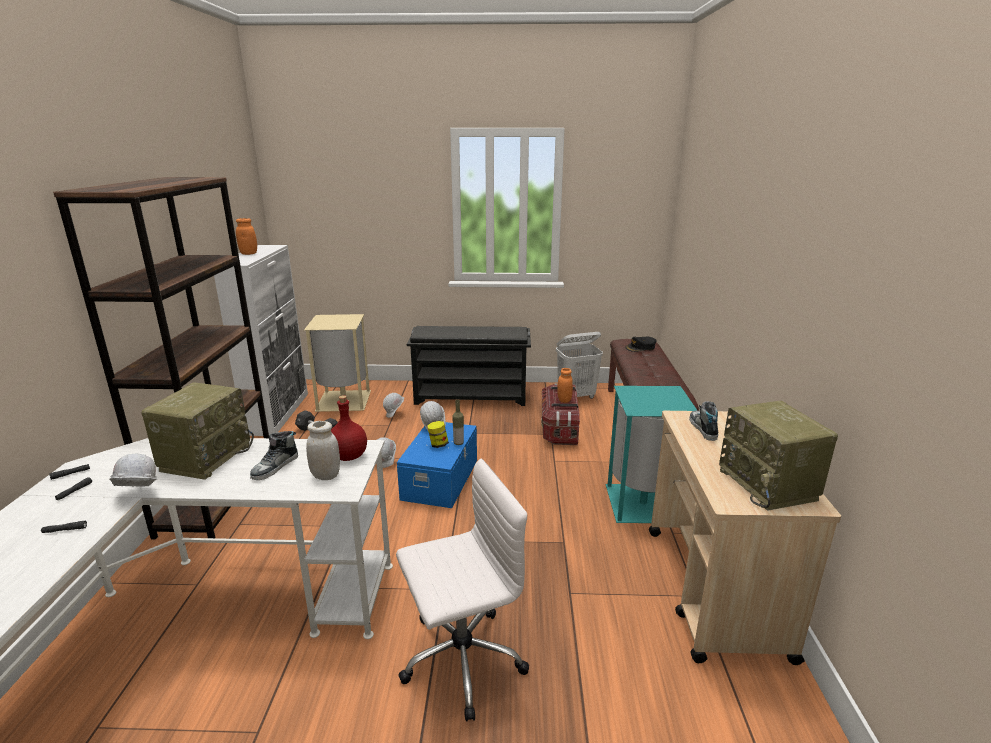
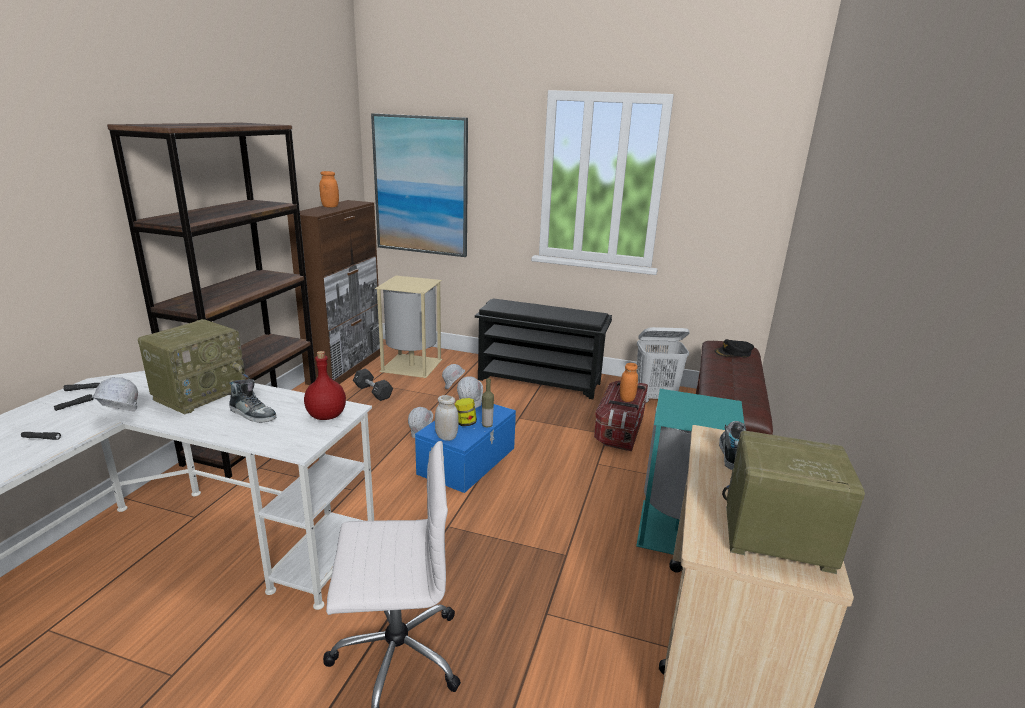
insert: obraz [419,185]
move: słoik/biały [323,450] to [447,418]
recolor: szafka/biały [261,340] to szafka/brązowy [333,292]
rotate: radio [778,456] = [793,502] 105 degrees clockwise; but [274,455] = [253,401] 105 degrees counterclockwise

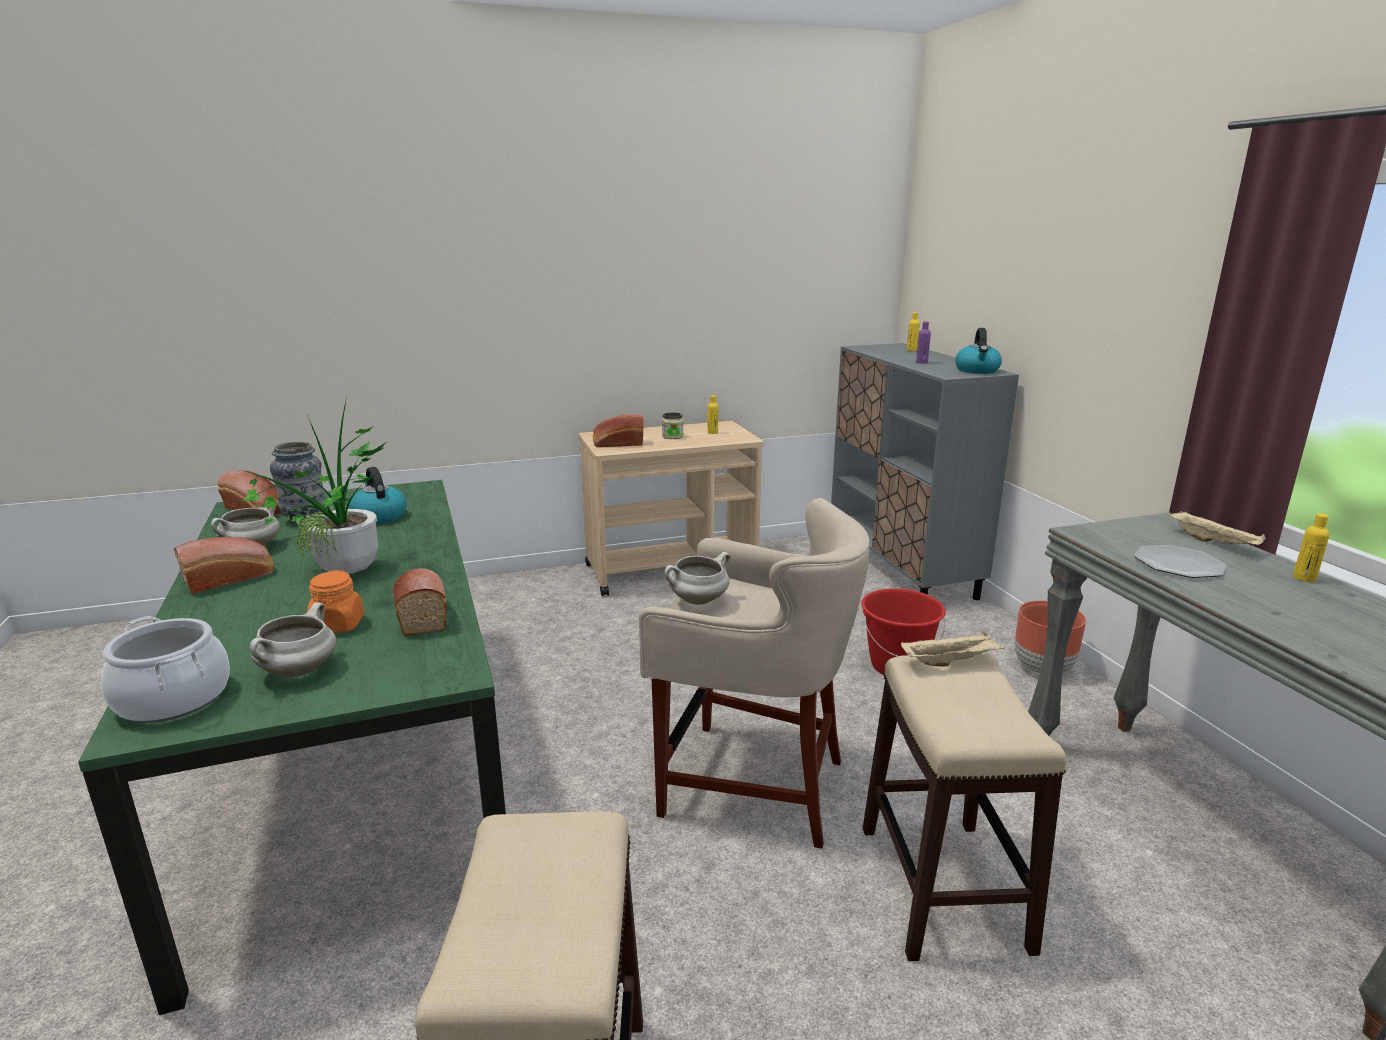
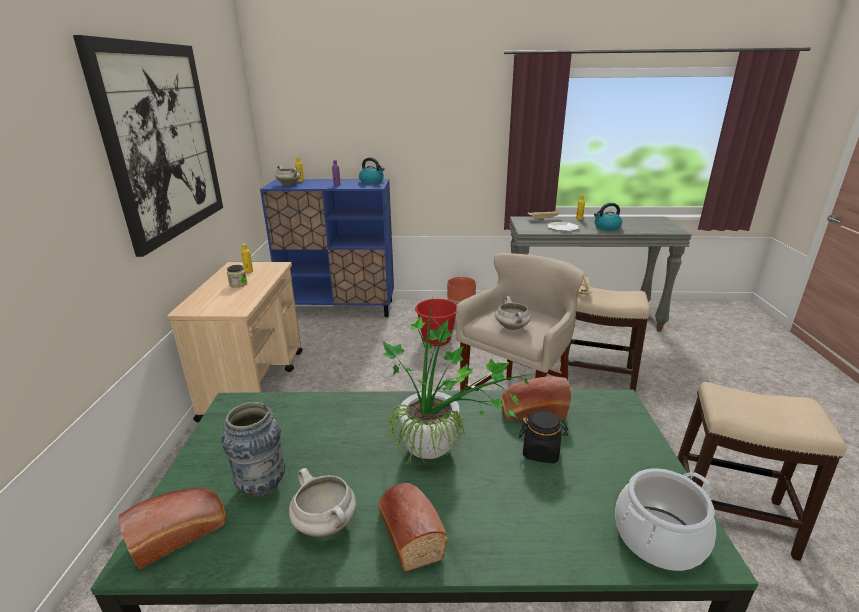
delete: chleb [618,430]
insert: obraz [148,146]
move: czajnik [378,495] to [608,217]; garnek/biały [293,639] to [287,175]
recolor: szafka/szary [925,471] to szafka/niebieski [327,248]; słoik/pomarańczowy [335,601] to słoik/czarny [543,436]

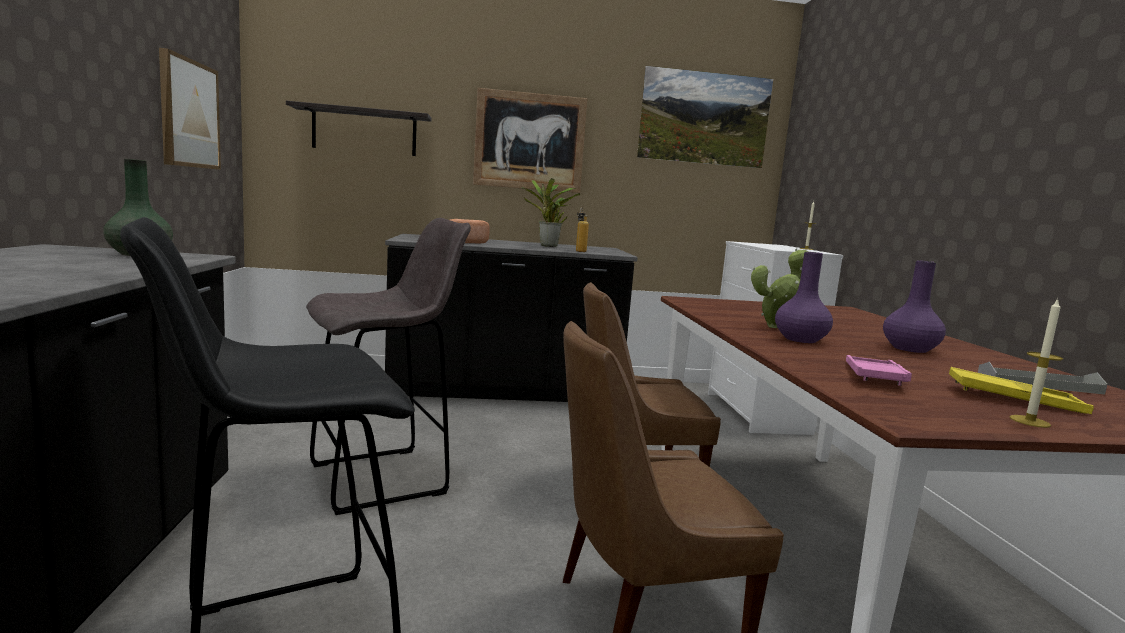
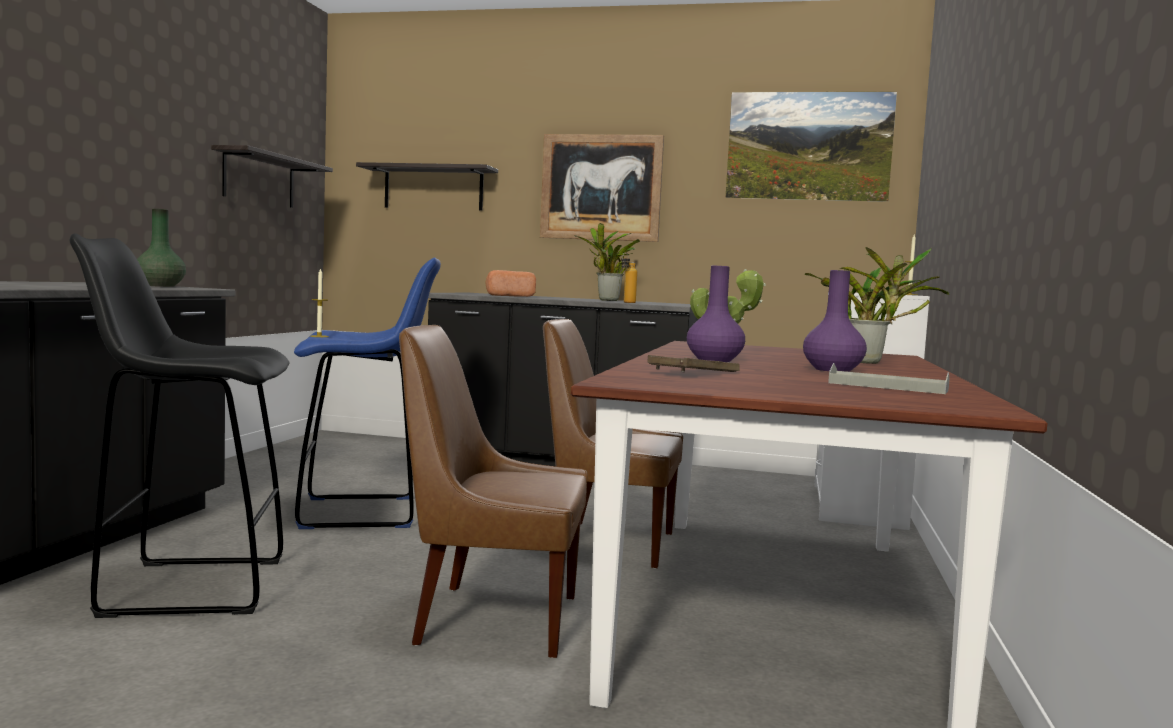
delete: taca/żółty [1021,390]
insert: roślina doniczkowa [877,305]
move: świeca [1036,363] to [319,302]
replace: obraz [190,109] to półka [272,176]
recolor: stołek/szary [388,366] to stołek/niebieski [367,393]; taca/różowy [879,370] to taca/brązowy [693,363]

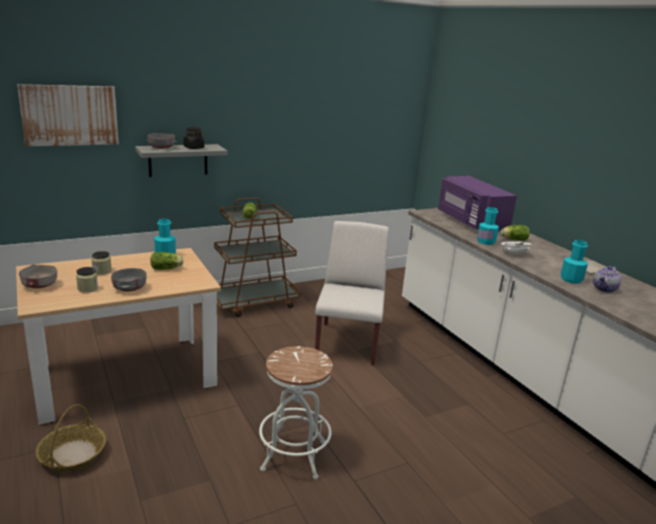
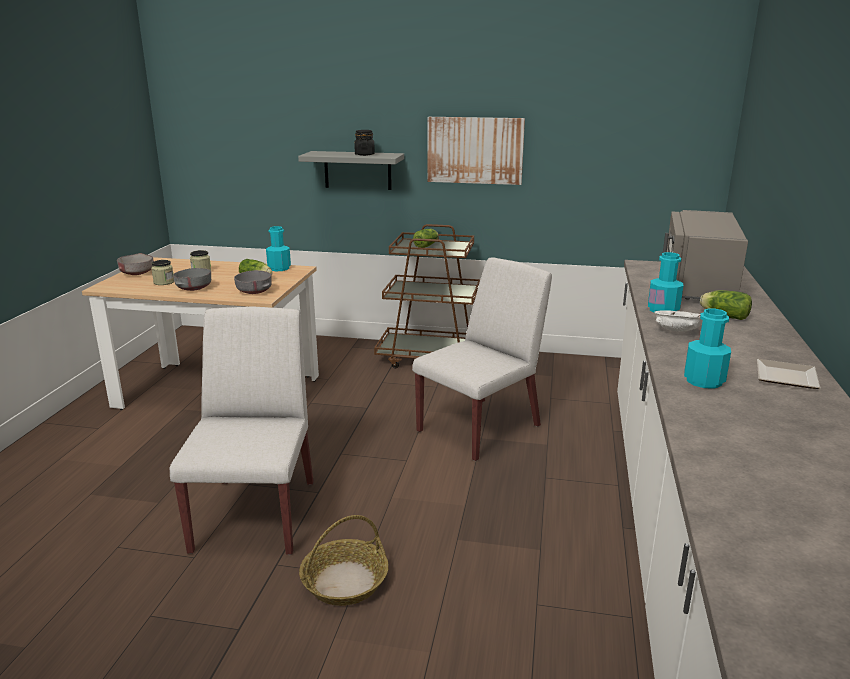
delete: imbryk [607,279]
move: obraz [68,115] to [476,151]; miska/szary [162,141] to [253,282]; koszyk [71,438] to [344,560]
replace: stołek/biały [296,412] to krzesło/biały [242,431]
recolor: mikrofalówka/fioletowy [477,203] to mikrofalówka/szary [705,254]

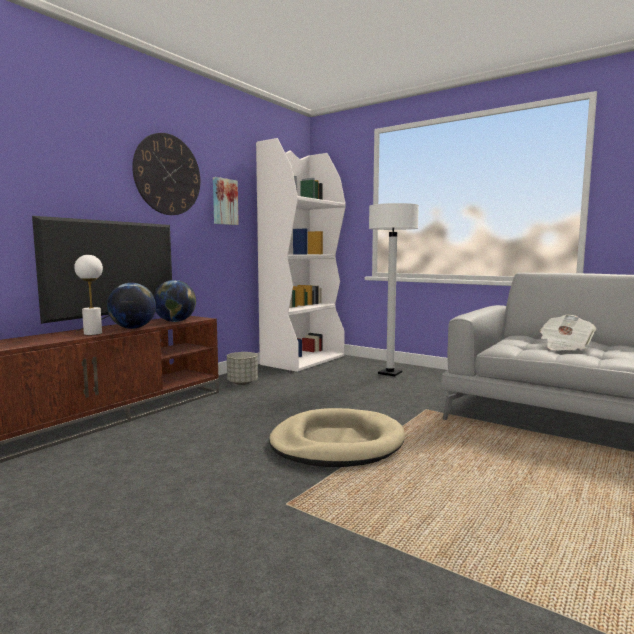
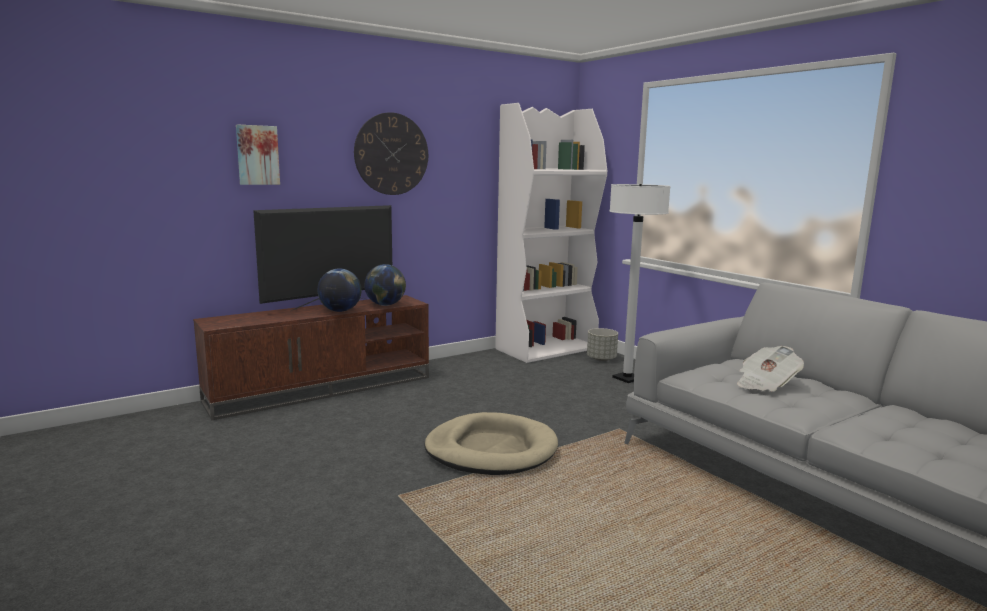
delete: lampa stołowa/biały [88,295]
move: obraz [226,201] to [258,154]; donica/szary [242,368] to [602,344]

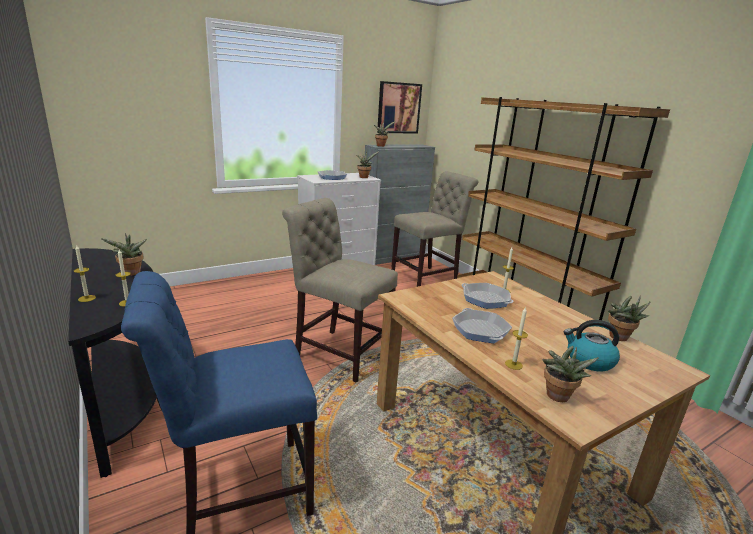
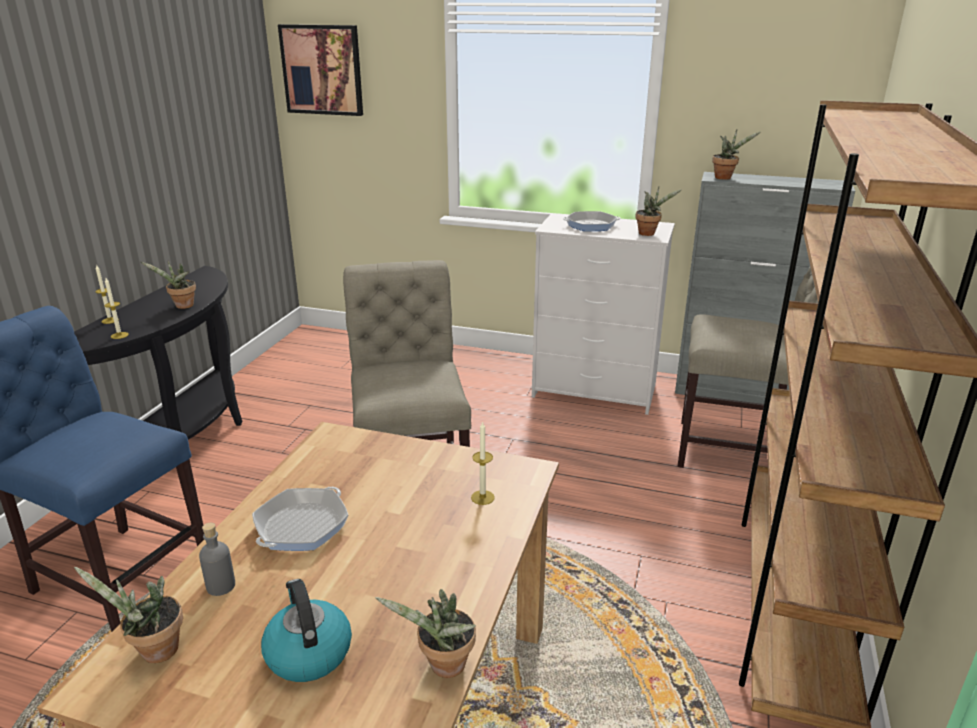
delete: patelnia [488,296]
move: obraz [399,107] to [320,70]
replace: świeca [516,338] to butelka/szary [217,559]

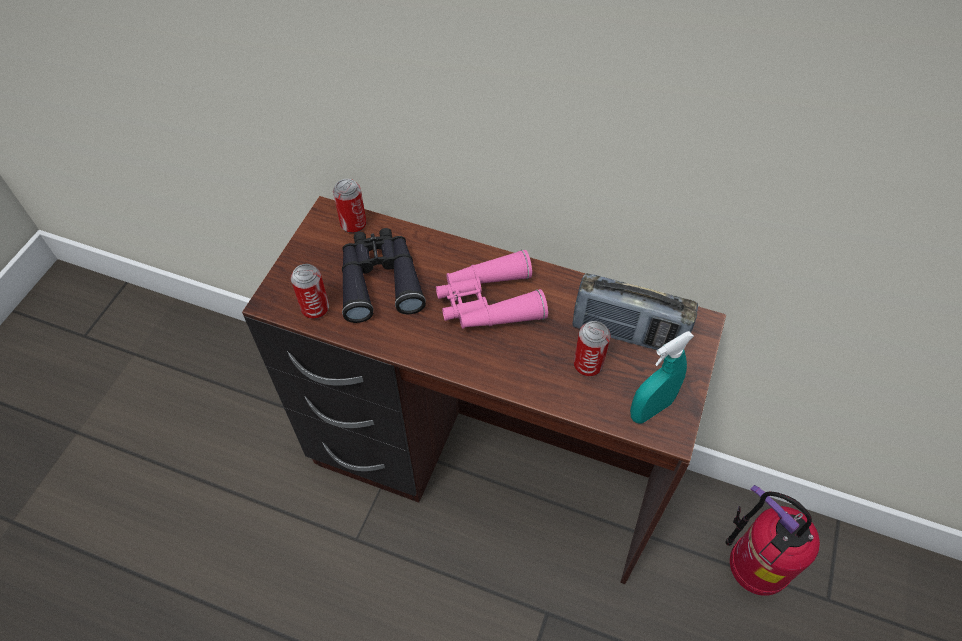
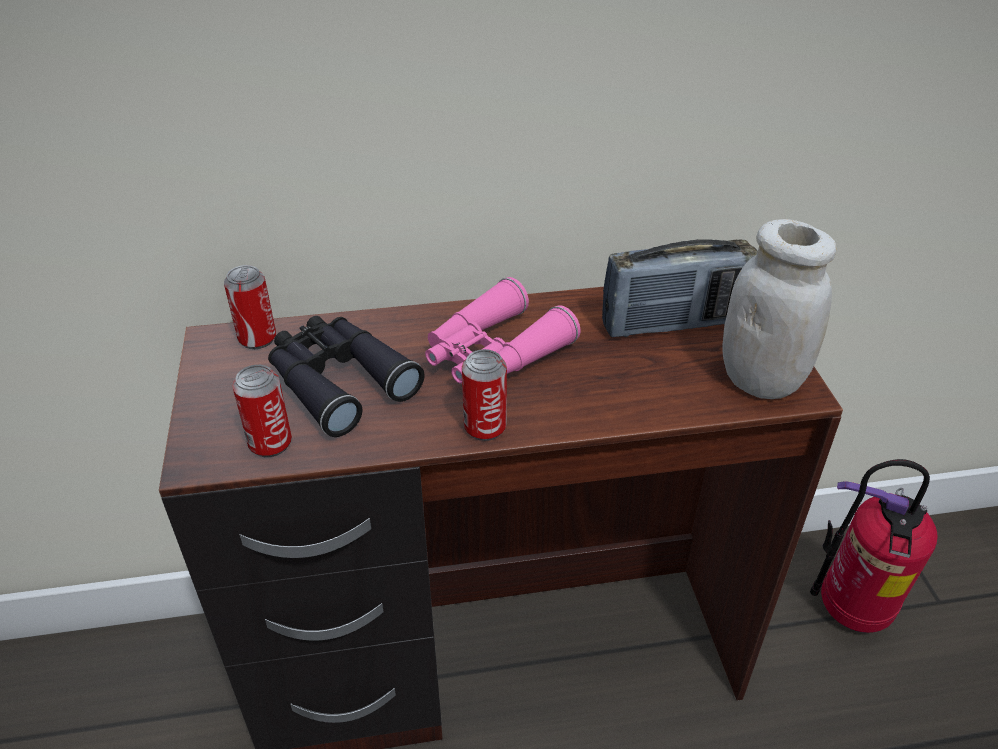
move: puszka [592,348] to [484,395]
replace: spryskiwacz/turkusowy [662,377] to słoik/biały [779,309]

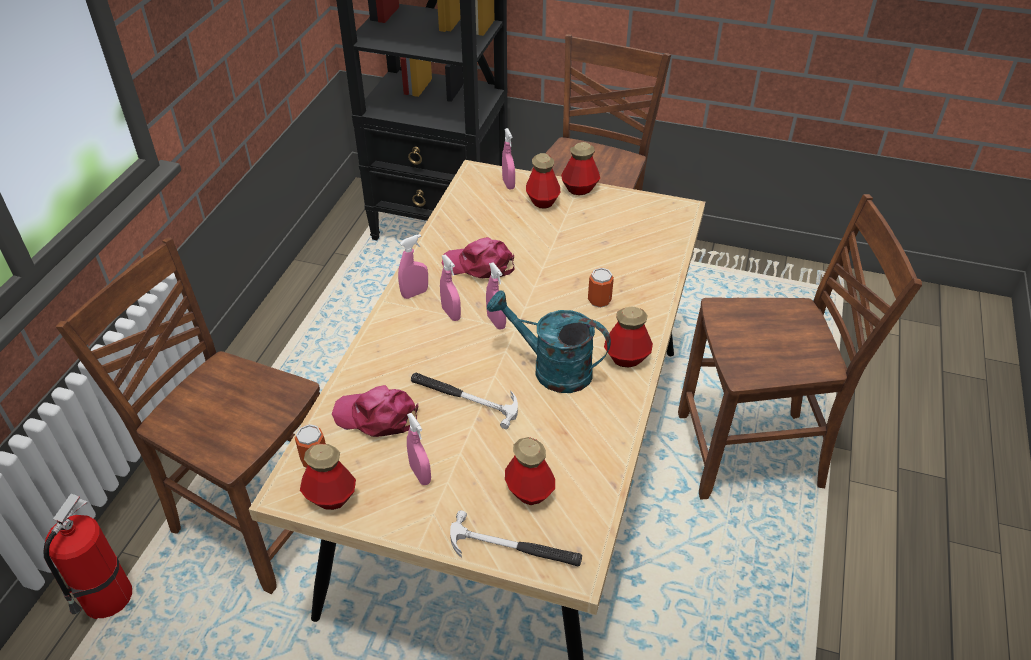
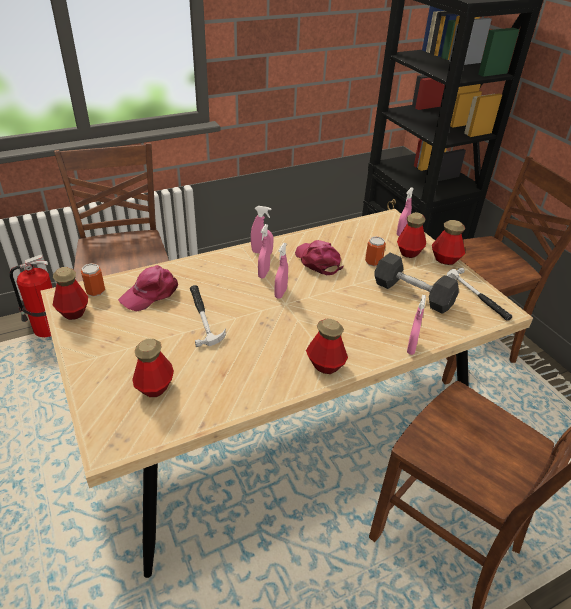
delete: konewka/turkusowy [549,341]
insert: hantel/szary [416,283]
move: puszka [601,288] to [375,251]; spryskiwacz/różowy [419,449] to [416,325]; młotek [516,538] to [479,294]
rotate: czapka z daszkiem/różowy [375,411] = [148,288] 105 degrees counterclockwise

